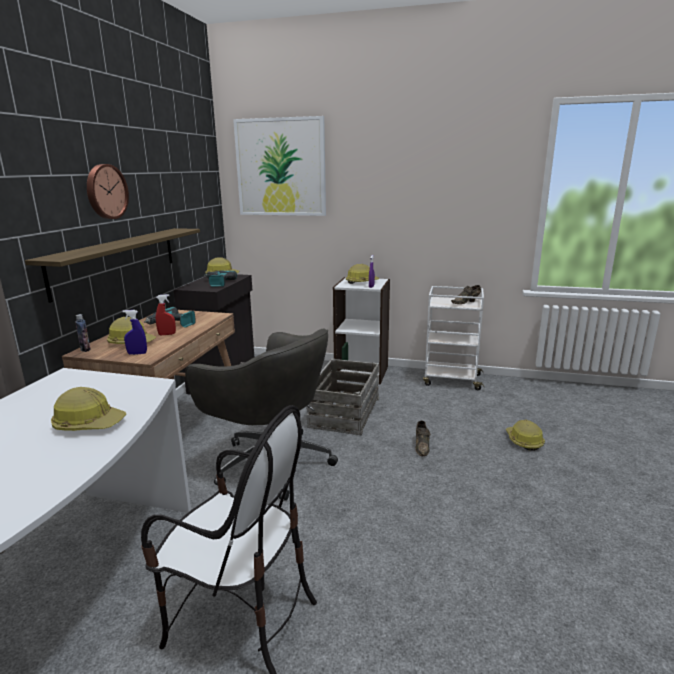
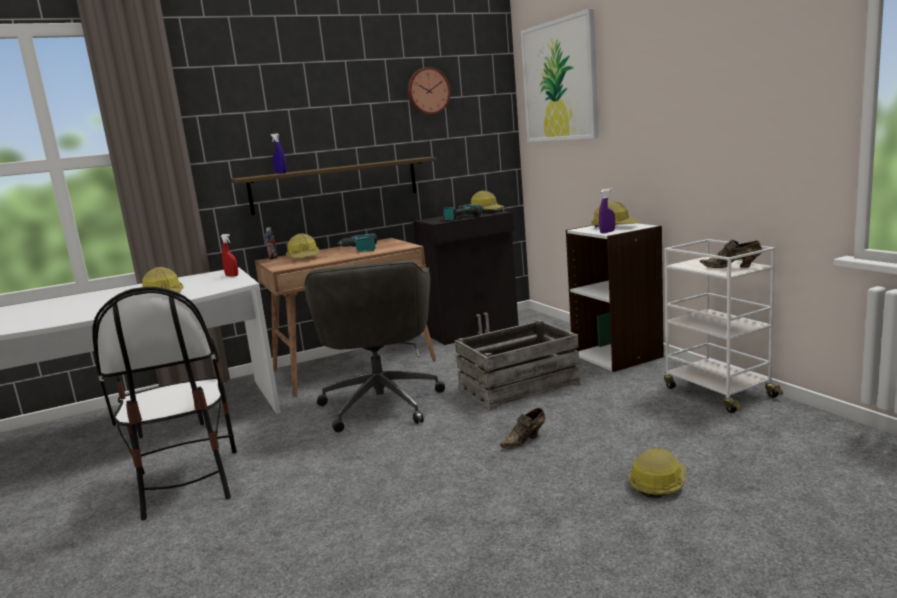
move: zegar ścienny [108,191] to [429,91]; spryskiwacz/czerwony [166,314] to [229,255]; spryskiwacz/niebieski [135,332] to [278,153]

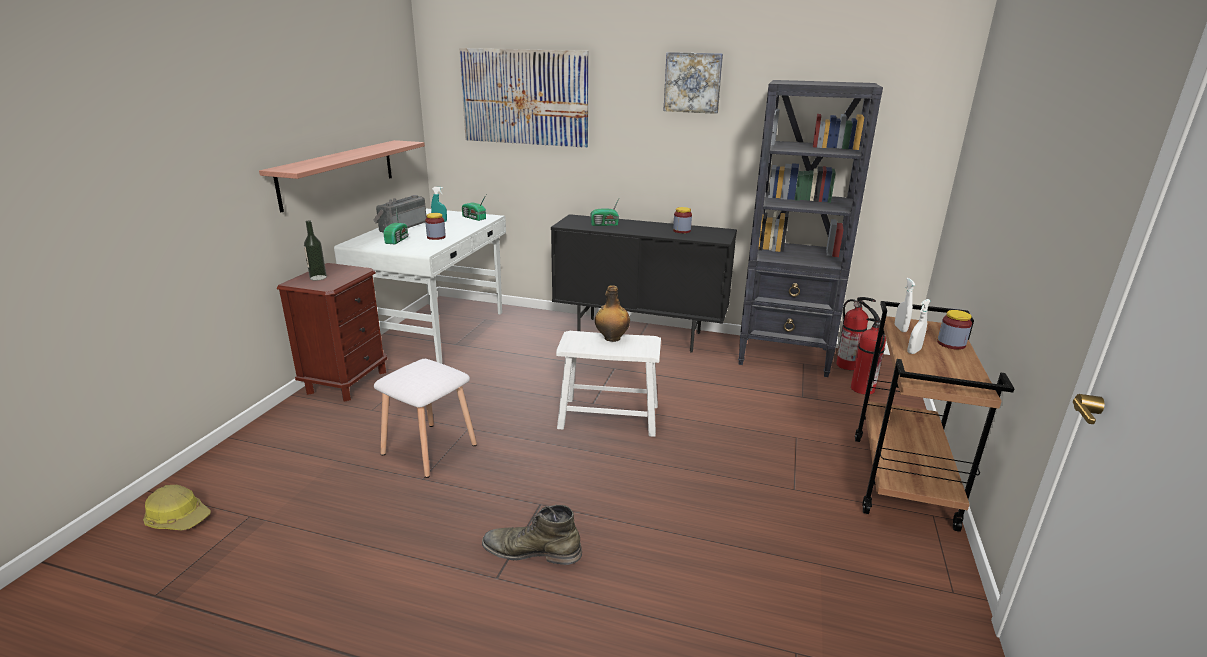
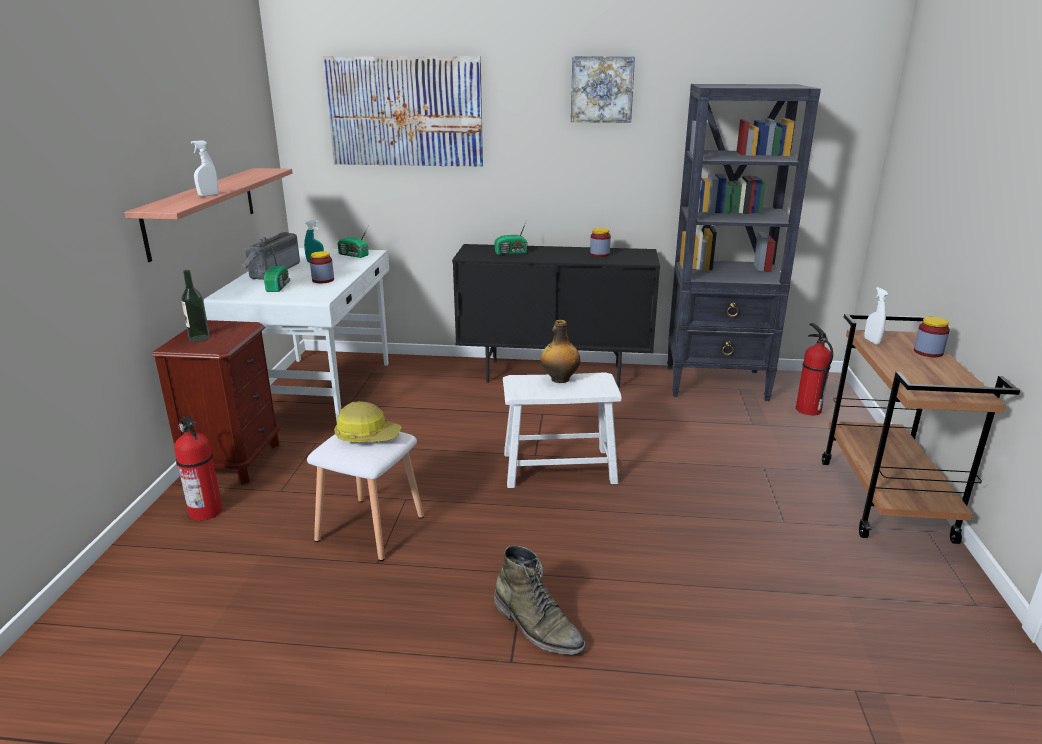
move: gaśnica [856,333] to [198,468]; spryskiwacz/biały [918,326] to [205,168]; kask [177,507] to [368,421]
rotate: but z cholewką/zielony [532,535] = [540,600] 135 degrees counterclockwise

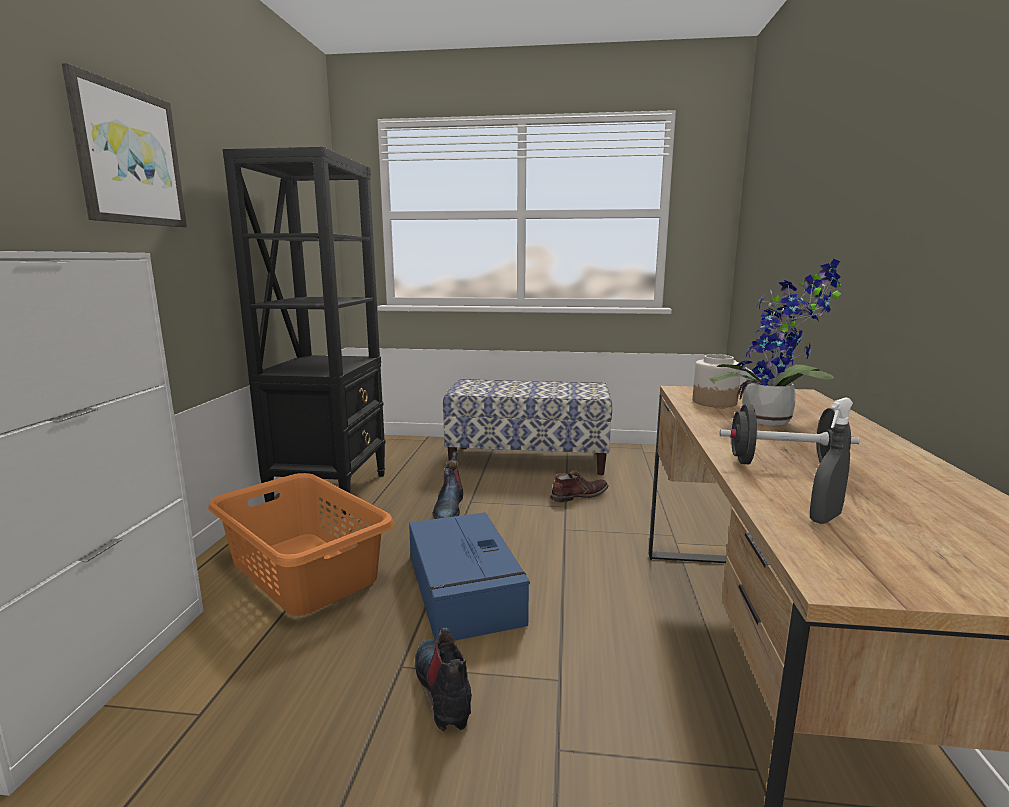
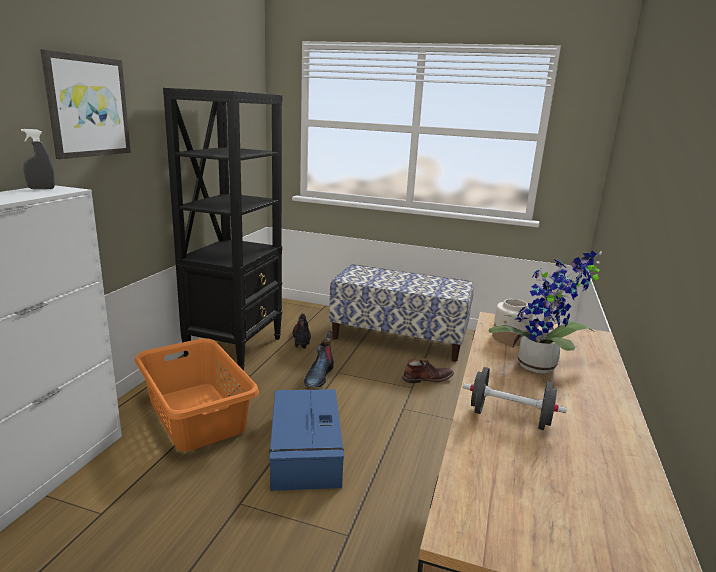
move: spryskiwacz/szary [831,461] to [38,159]; but z cholewką [443,680] to [302,331]

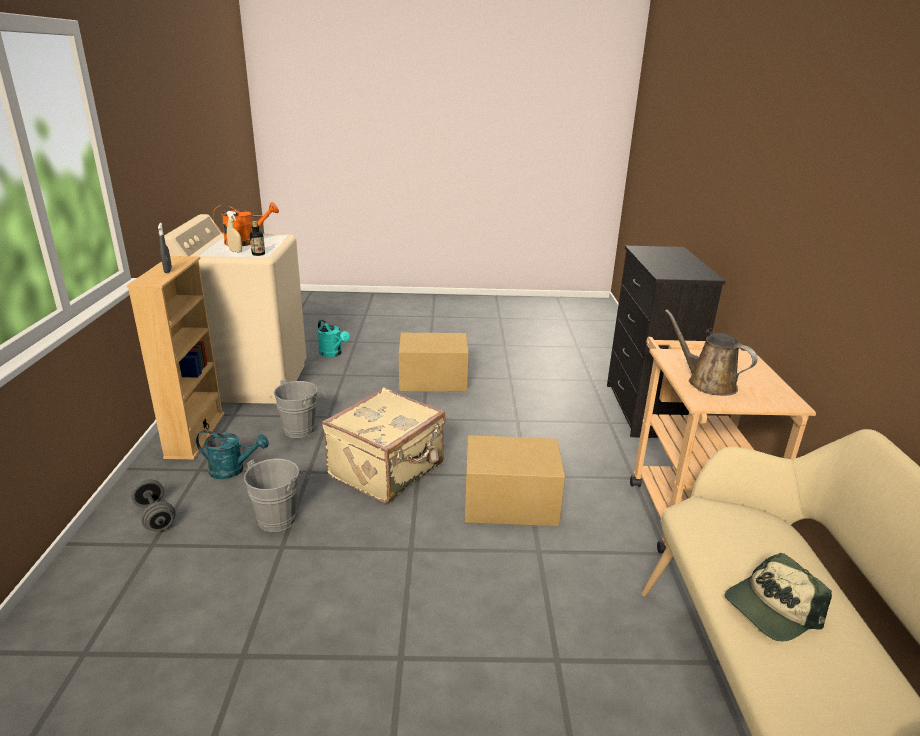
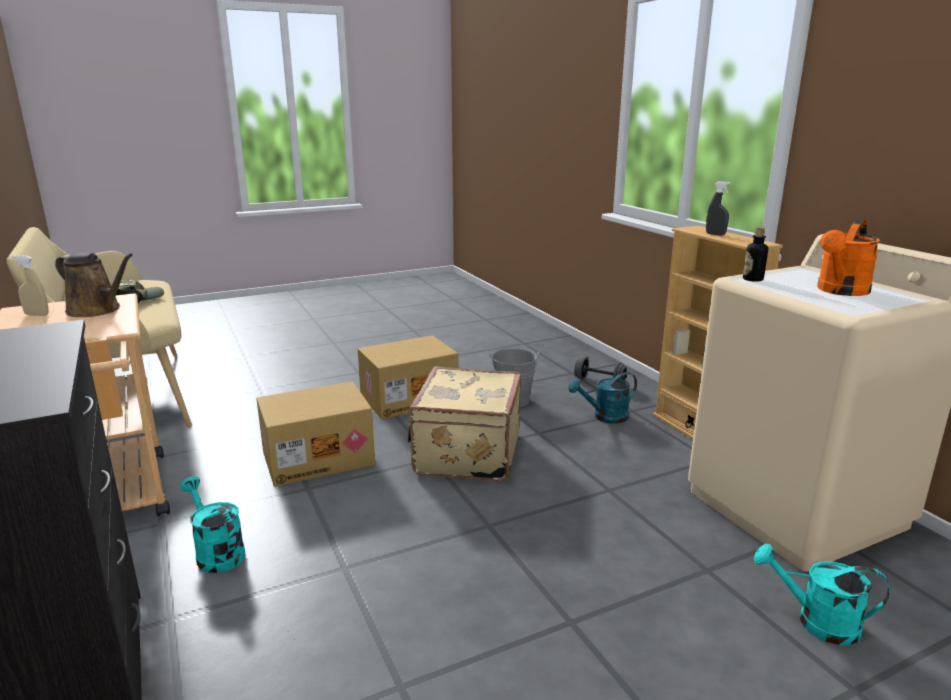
delete: wiadro/szary [300,408]
insert: konewka/turkusowy [212,524]
move: spryskiwacz/beżowy [234,231] to [31,285]; karton [434,362] to [408,377]

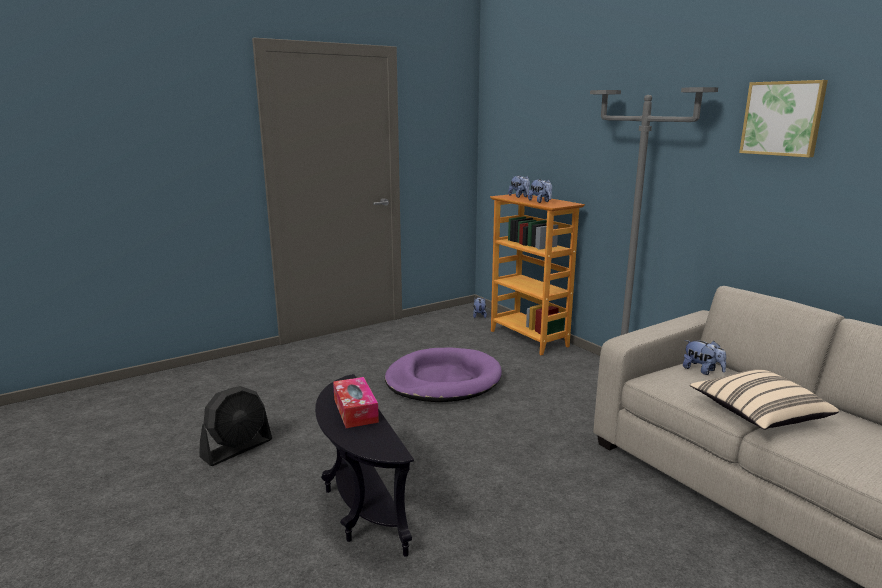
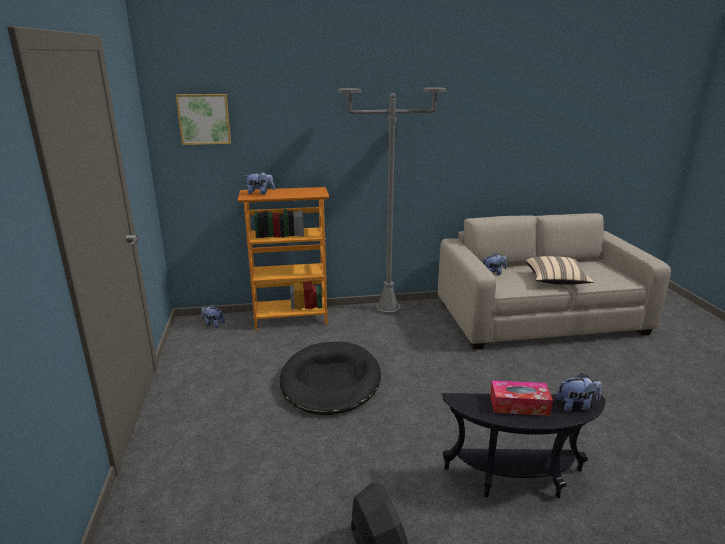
move: obraz [783,118] to [203,119]; pluszak [540,191] to [579,392]
recolor: legowisko/fioletowy [443,374] to legowisko/czarny [330,378]

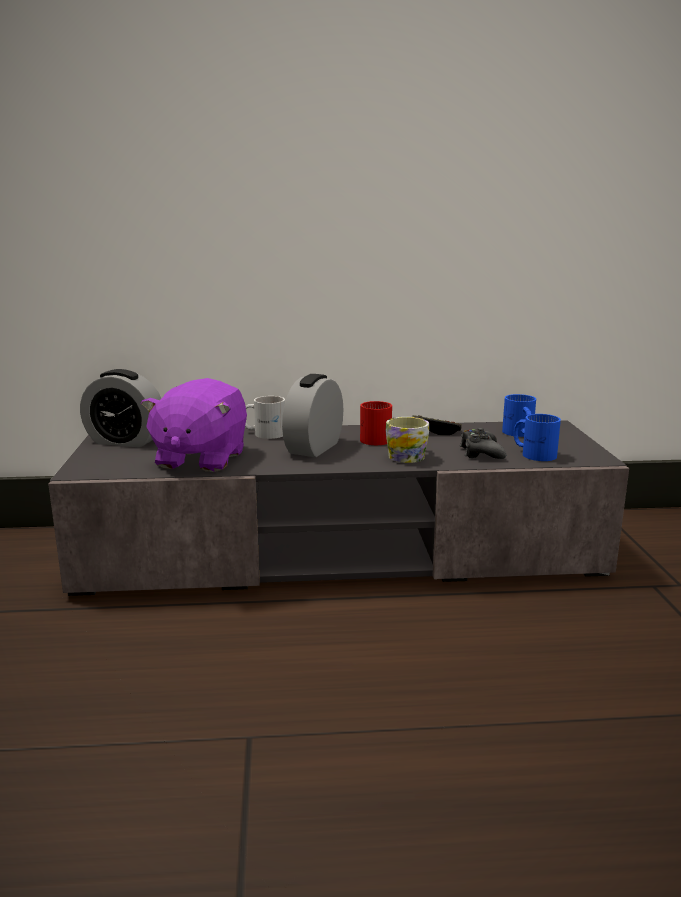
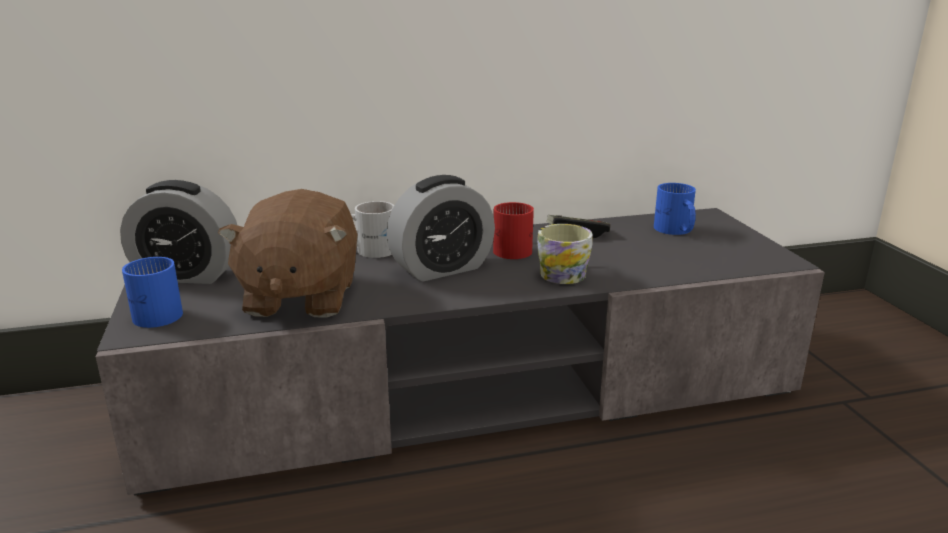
delete: pad do gier/czarny [483,443]
move: kubek/niebieski [537,437] to [152,292]
recolor: pluszak/fioletowy [194,425] to pluszak/brązowy [287,253]
rotate: budzik [312,415] = [441,228] 135 degrees counterclockwise

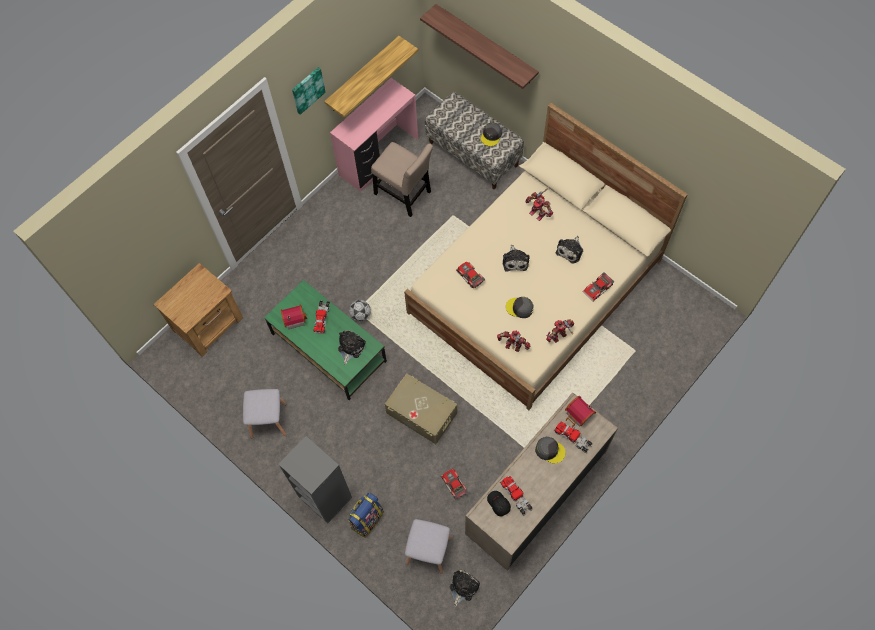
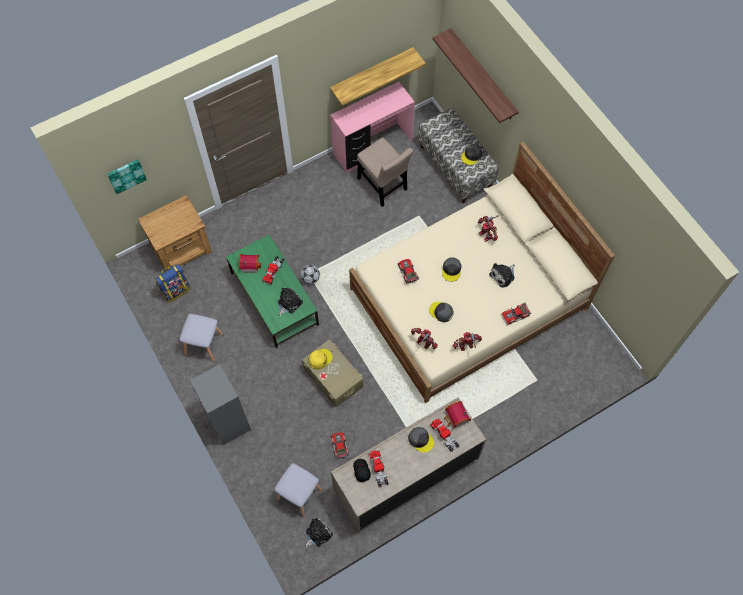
insert: czapka z daszkiem/żółty [321,359]
move: obraz [309,91] to [127,176]; plecak [366,515] to [173,283]
replace: pluszak [516,258] to czapka z daszkiem/szary [452,269]

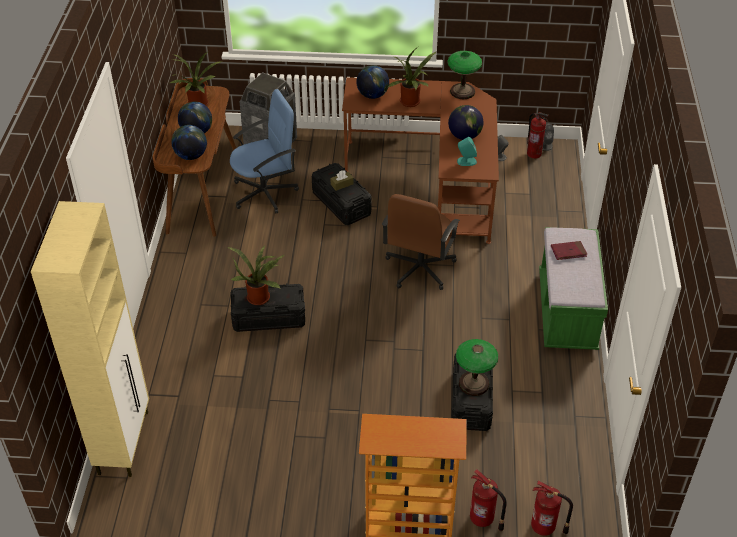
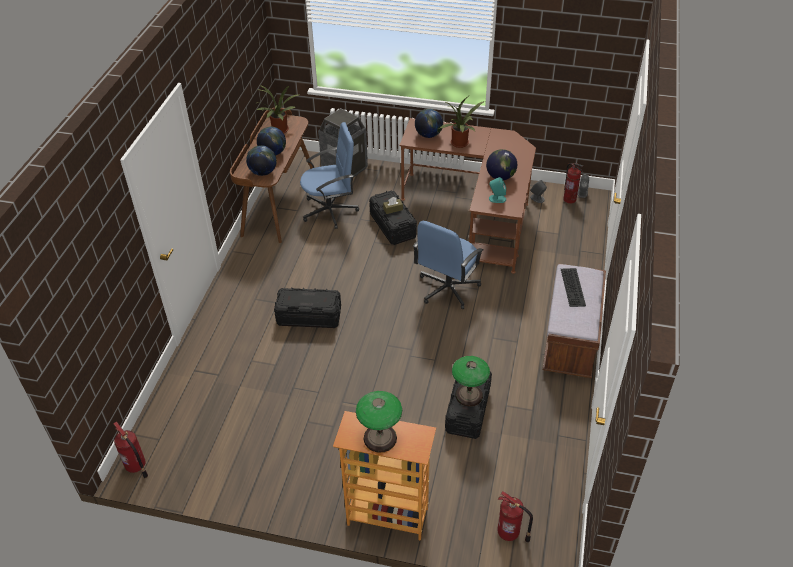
delete: szafka/beżowy [90,339]; roślina doniczkowa [255,275]
move: lampa stołowa [464,75] to [379,422]; gaśnica [488,500] to [130,450]
replace: książka/czerwony [569,250] to klawiatura [573,287]
recolor: krzesło biurowe/brązowy [421,242] to krzesło biurowe/niebieski [448,265]; ławka/zielony [573,288] to ławka/brązowy [574,321]

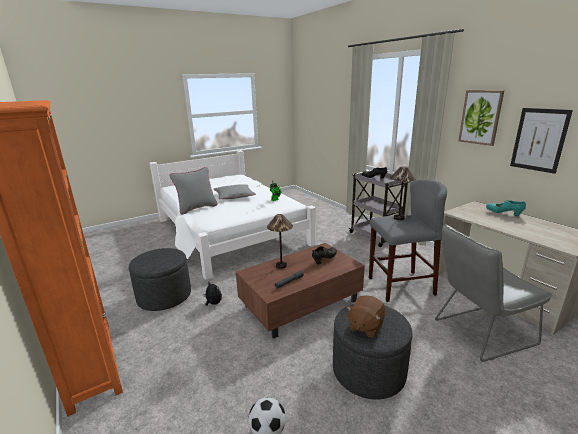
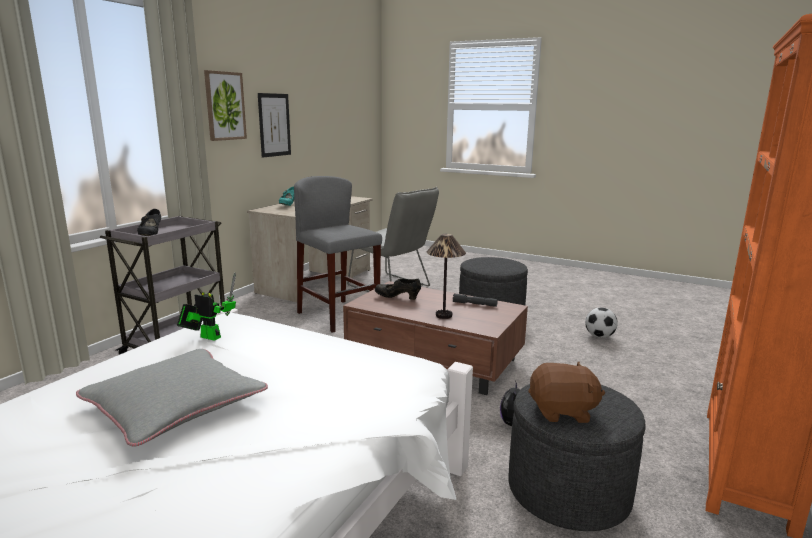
delete: lampa stołowa [403,193]; poduszka/szary [193,191]
move: pluszak/brązowy [366,316] to [566,392]

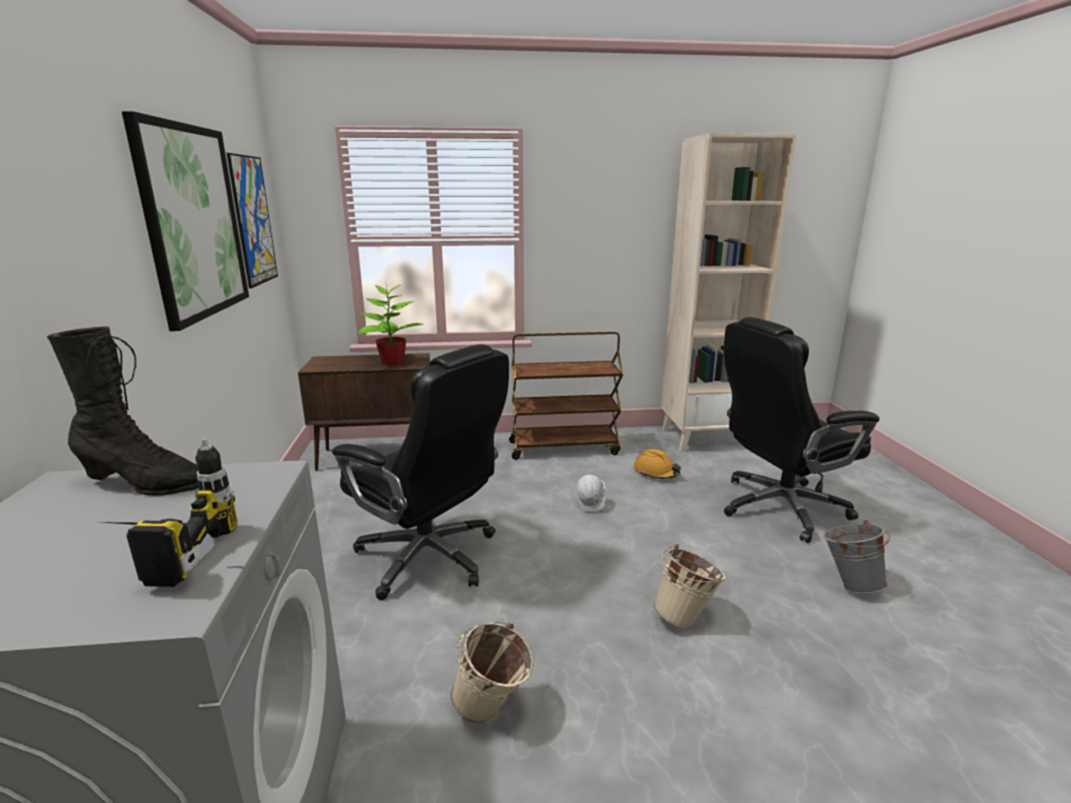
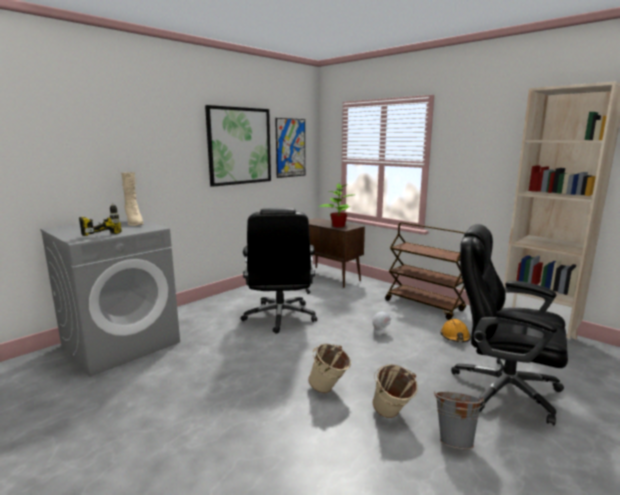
move: wiadro/beżowy [492,672] to [395,391]
recolor: but z cholewką/czarny [123,411] to but z cholewką/beżowy [132,199]

